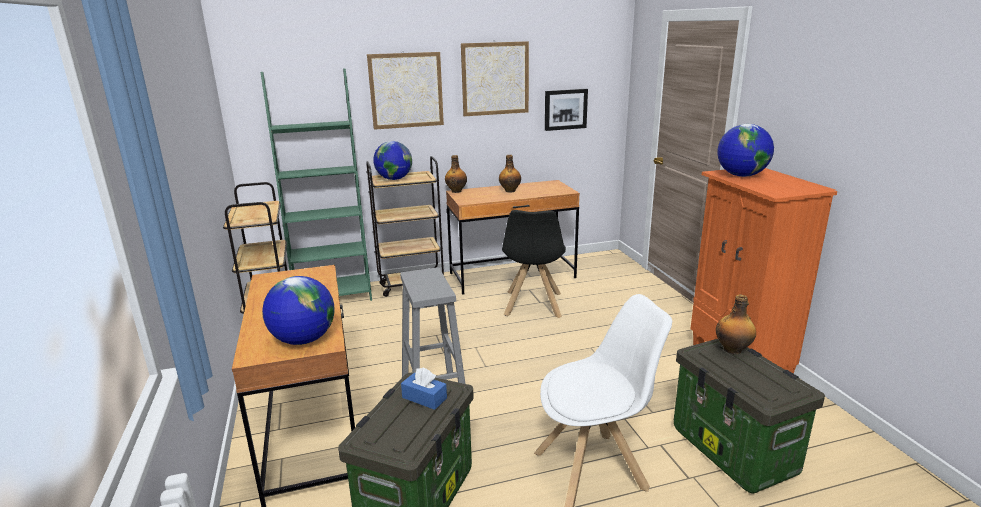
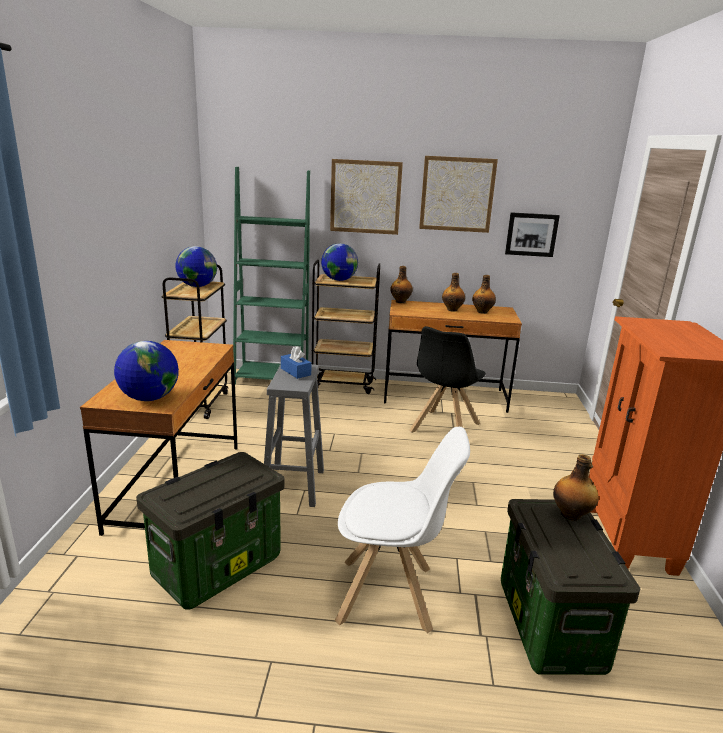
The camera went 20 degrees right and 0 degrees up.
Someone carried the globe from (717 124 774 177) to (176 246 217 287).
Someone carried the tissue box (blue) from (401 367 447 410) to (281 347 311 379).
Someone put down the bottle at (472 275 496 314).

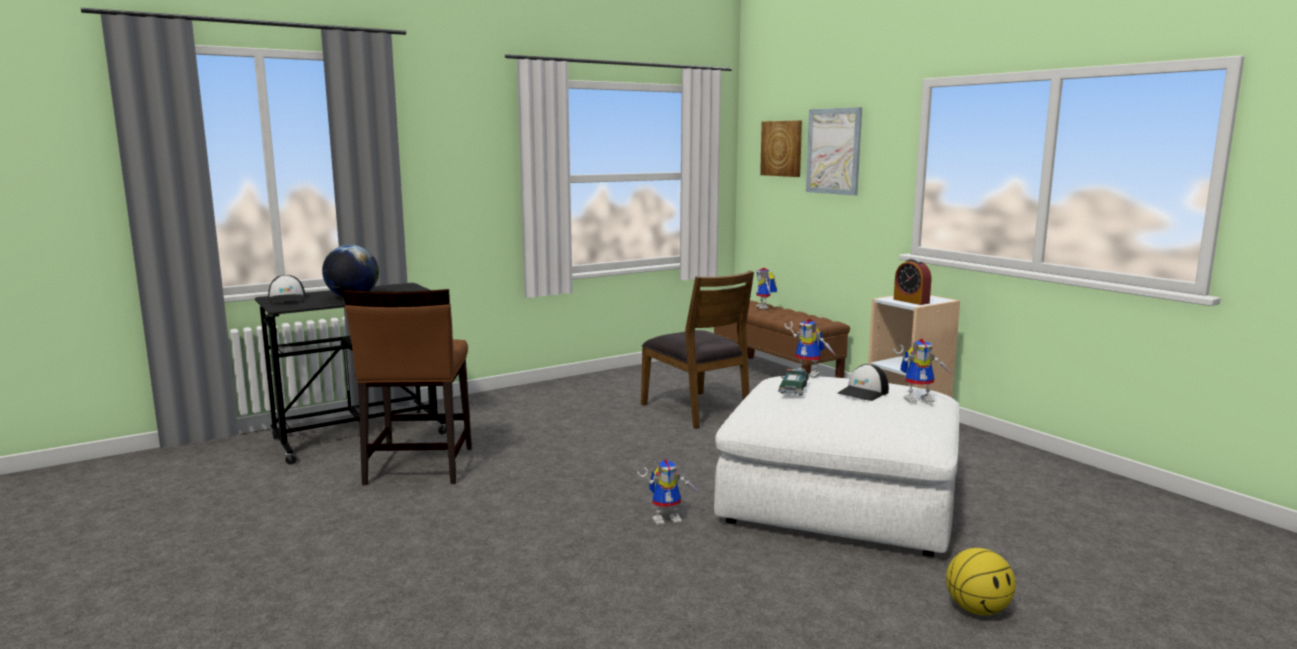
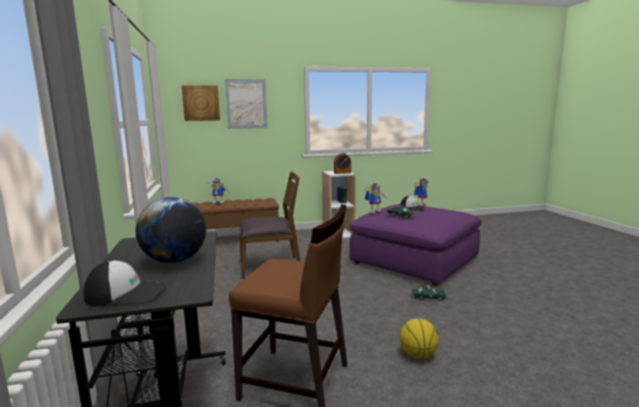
The camera went 70 degrees left and 0 degrees up.
Someone repainted the ottoman (white) at (714 376 960 557), which became the ottoman (purple) at (349 204 481 286).
Someone swapped the toy robot at (637 460 700 525) for the toy car at (412 285 447 301).
Someone carried the basketball from (946 548 1016 615) to (400 318 439 359).

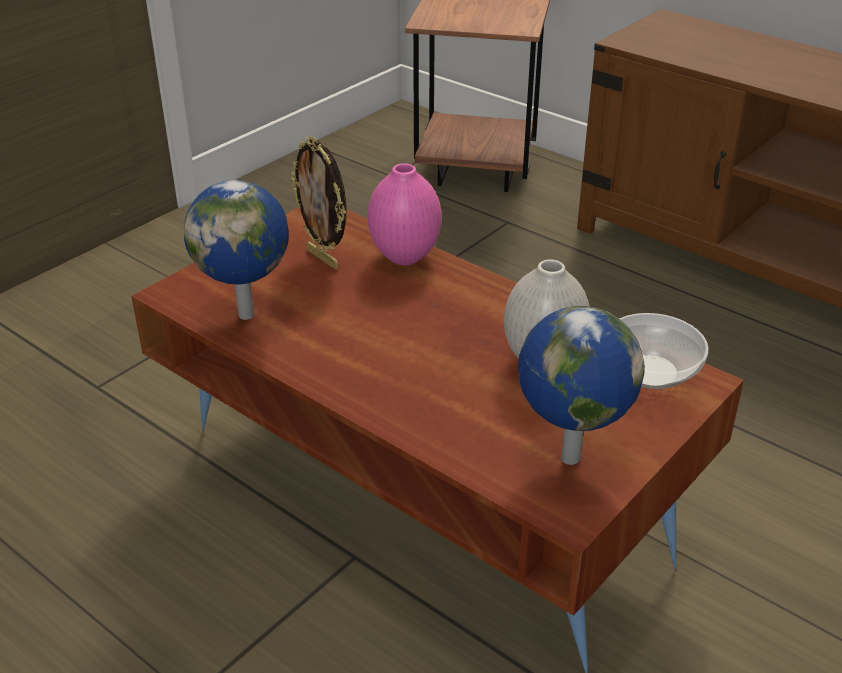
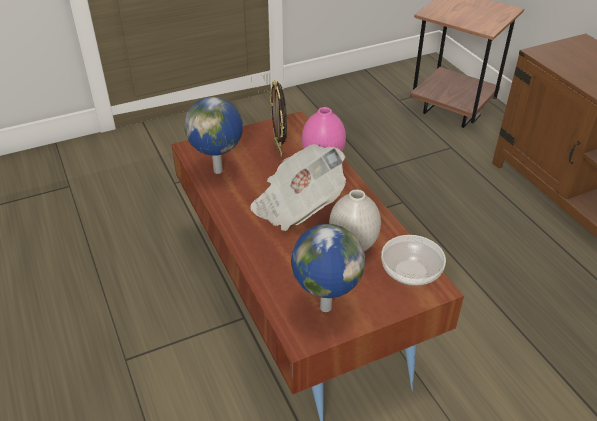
The camera went 25 degrees right and 5 degrees up.
Someone put down the newspaper at (251 144 346 231).

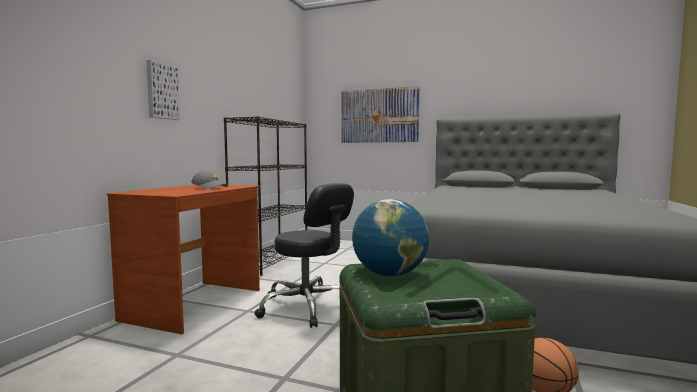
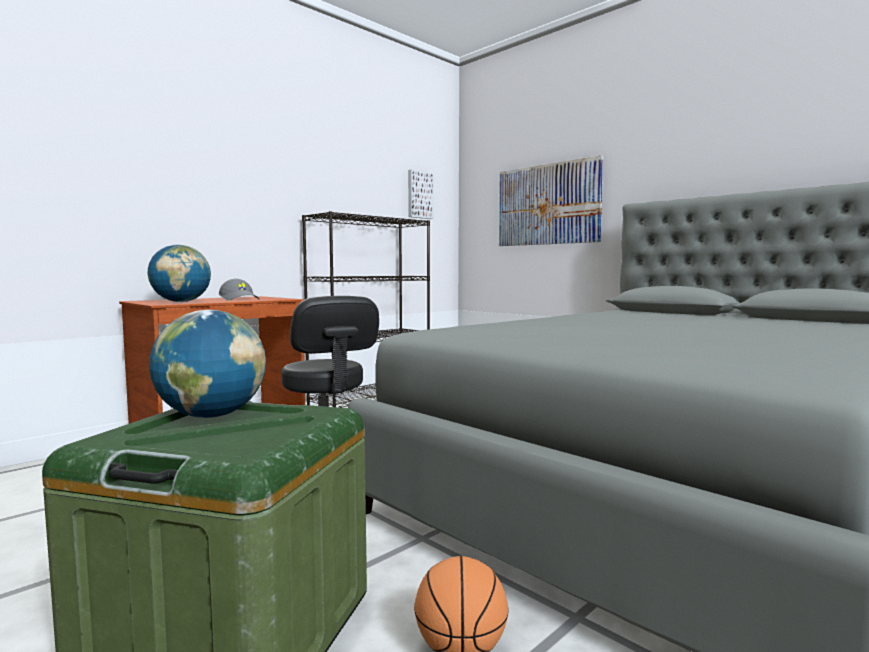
The camera went 25 degrees right and 0 degrees up.
Someone carried the picture from (146 60 181 120) to (408 169 433 219).
Someone put down the globe at (147 244 211 302).

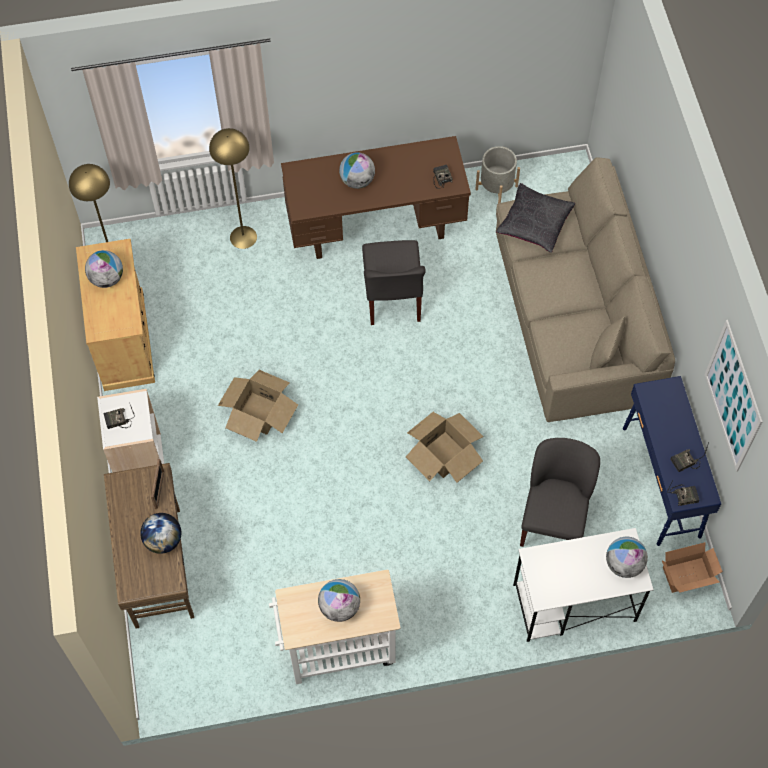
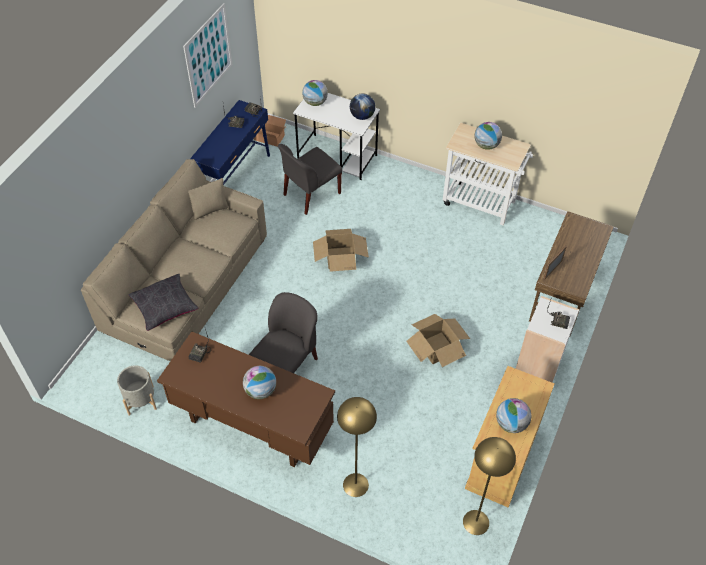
The camera went 145 degrees left and 10 degrees down.
Someone carried the globe from (140 513 181 554) to (350 93 376 120).

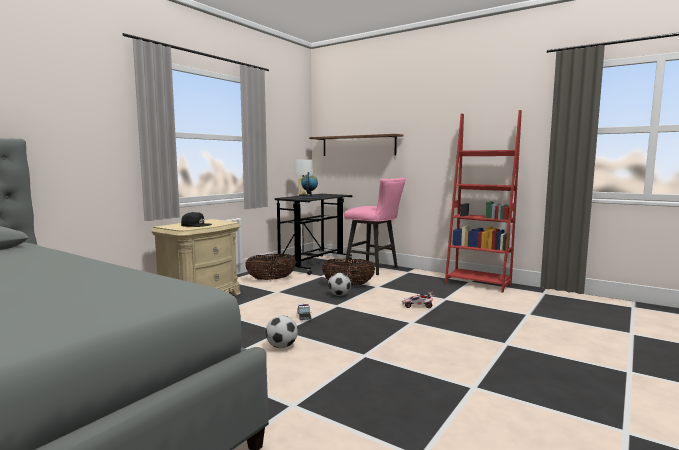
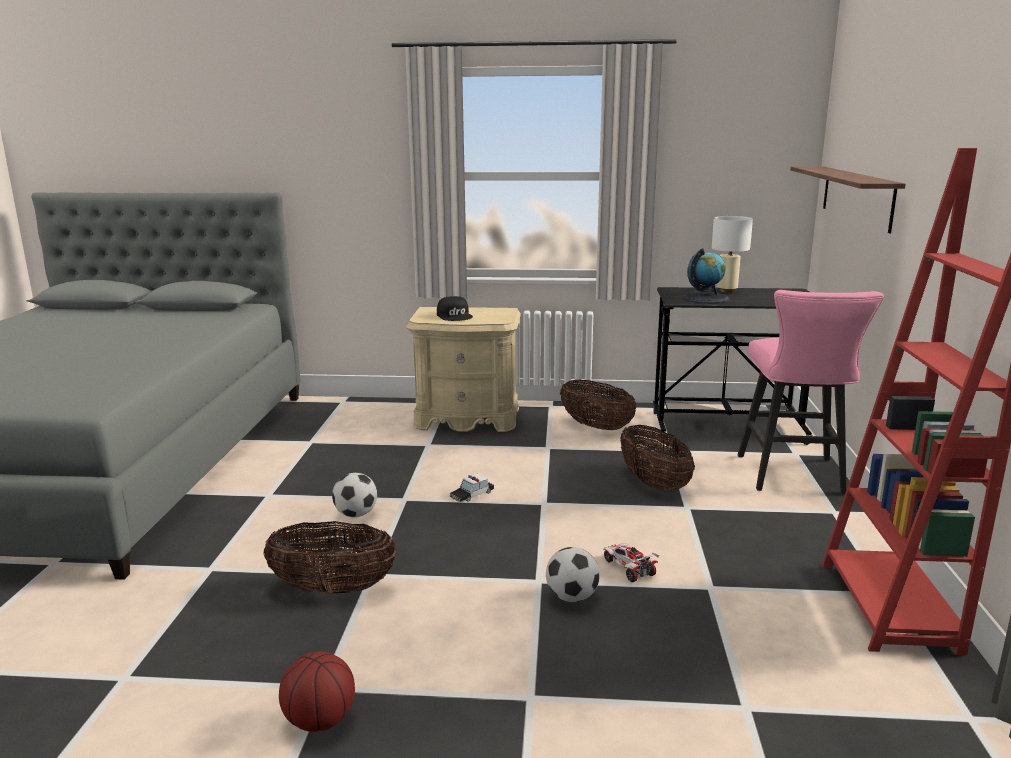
The camera went 60 degrees right and 10 degrees up.
Someone carried the football from (328 273 351 296) to (546 547 600 602).
Someone put down the basket at (263 521 397 594).
Someone put down the basketball at (279 652 355 732).

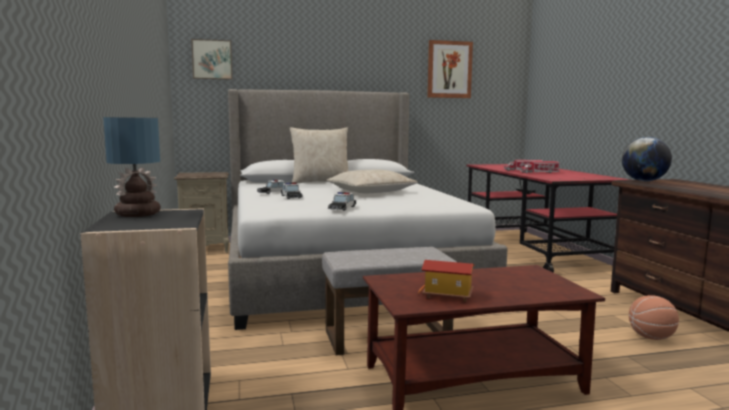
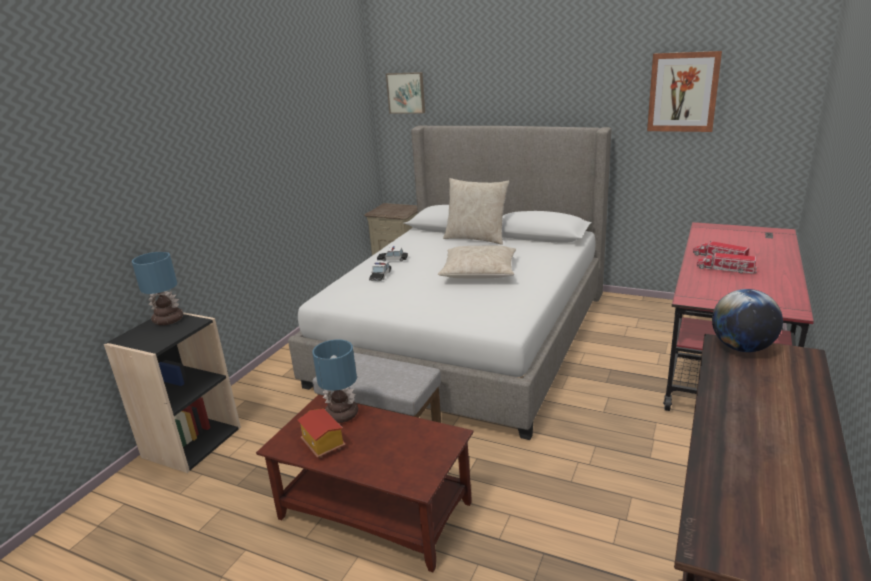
The camera went 40 degrees right and 15 degrees up.
Someone took away the toy car at (328 192 356 211).
Someone took away the basketball at (629 295 679 340).
Someone put down the table lamp at (312 339 358 423).

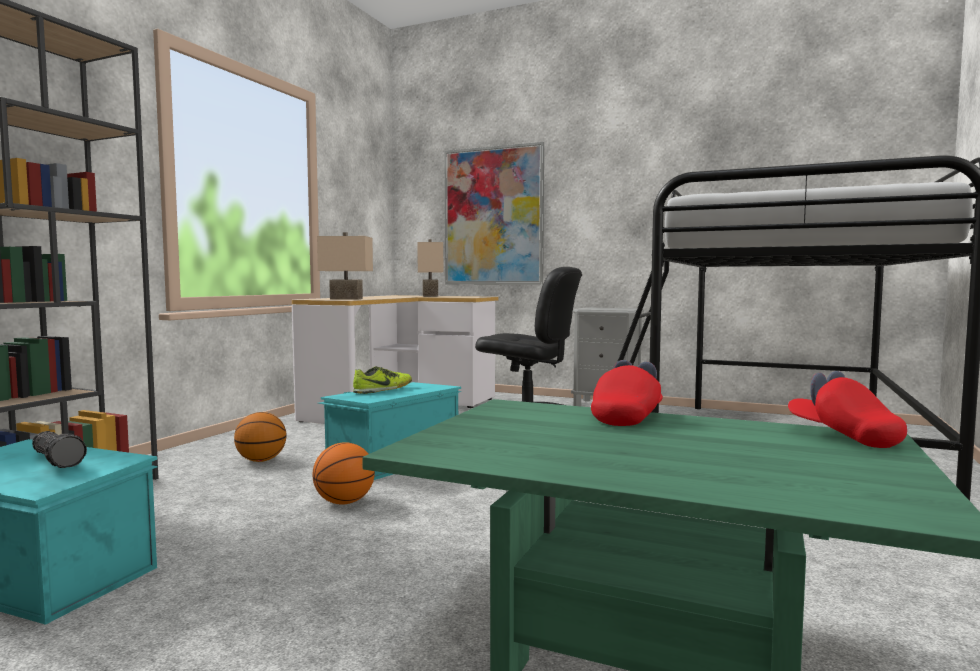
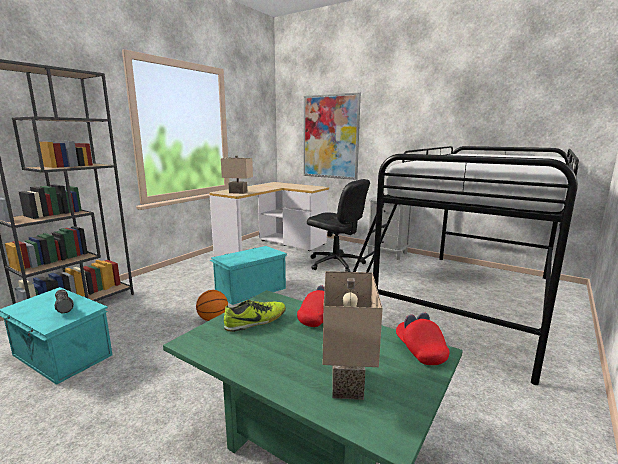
The camera went 10 degrees right and 10 degrees up.
Someone carried the table lamp (beige) from (417 239 443 297) to (323 271 383 400).
Someone carried the shoe from (353 366 412 394) to (224 300 286 332).
Someone took away the basketball at (234 412 287 462).

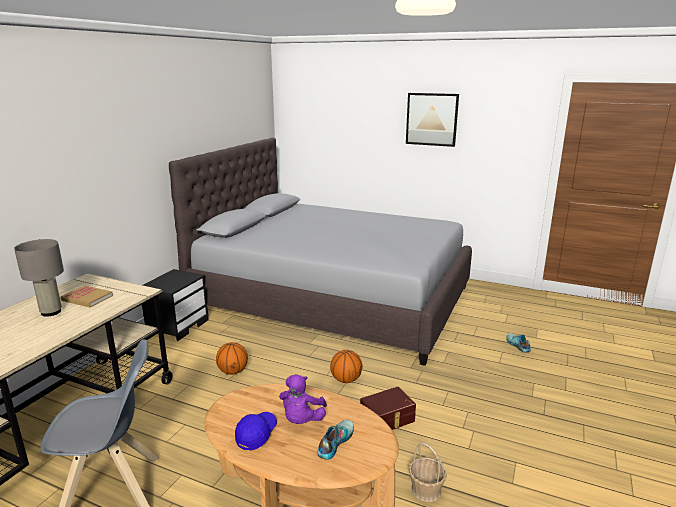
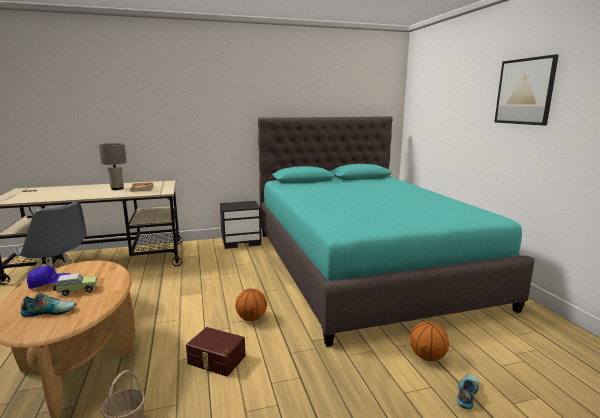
The camera went 50 degrees right and 5 degrees down.
Someone repainted the bed (grey) at (169 138 472 366), which became the bed (turquoise) at (258 116 535 347).
Someone carried the basketball from (216 342 248 375) to (410 321 449 361).
Someone swapped the plush toy (purple) at (279 374 327 424) for the toy car at (53 273 98 296).

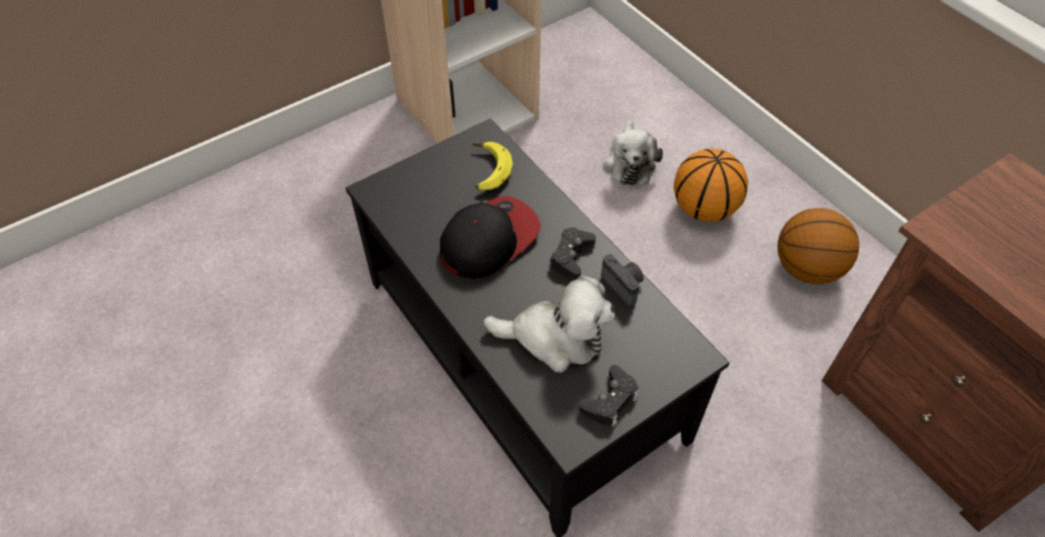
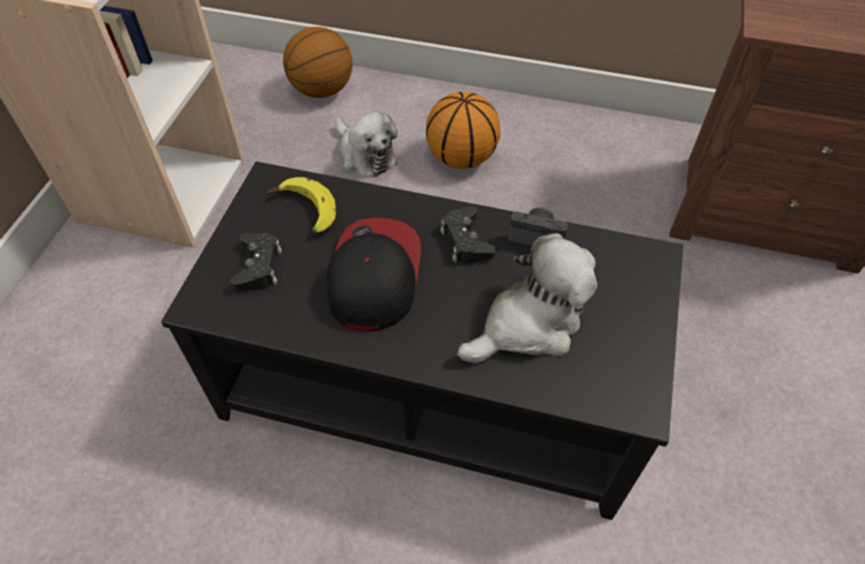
The camera went 40 degrees left and 0 degrees up.
Someone carried the basketball from (778 208 859 284) to (283 27 352 98).
Someone carried the game controller (black) from (579 365 639 427) to (230 233 282 291).

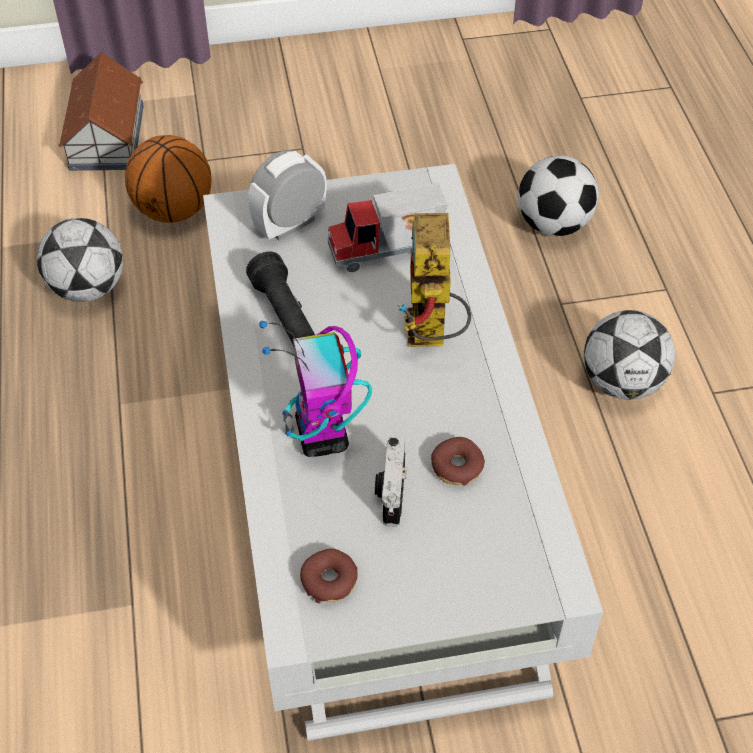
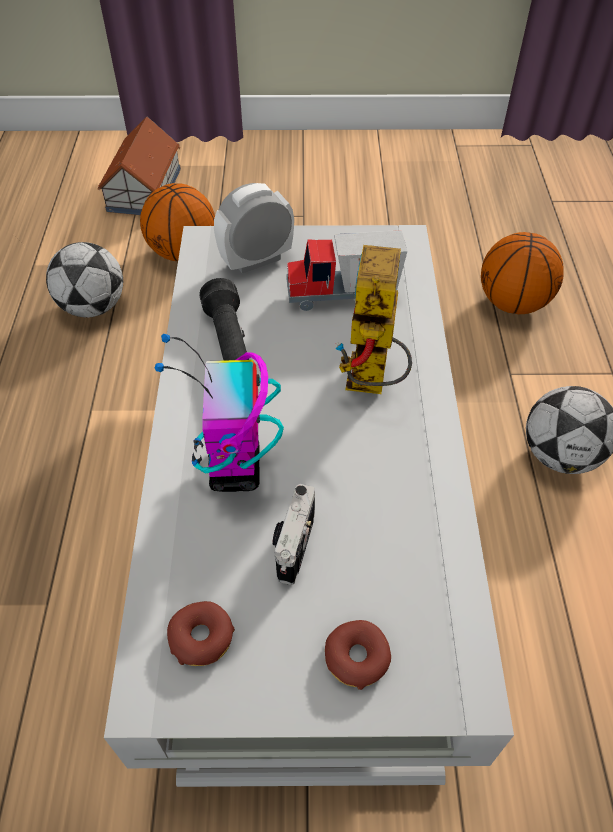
The camera went 10 degrees right and 0 degrees up.
Someone swapped the football at (518 156 599 236) for the basketball at (481 232 564 314).
Someone carried the donut from (431 437 485 486) to (325 620 391 690).

